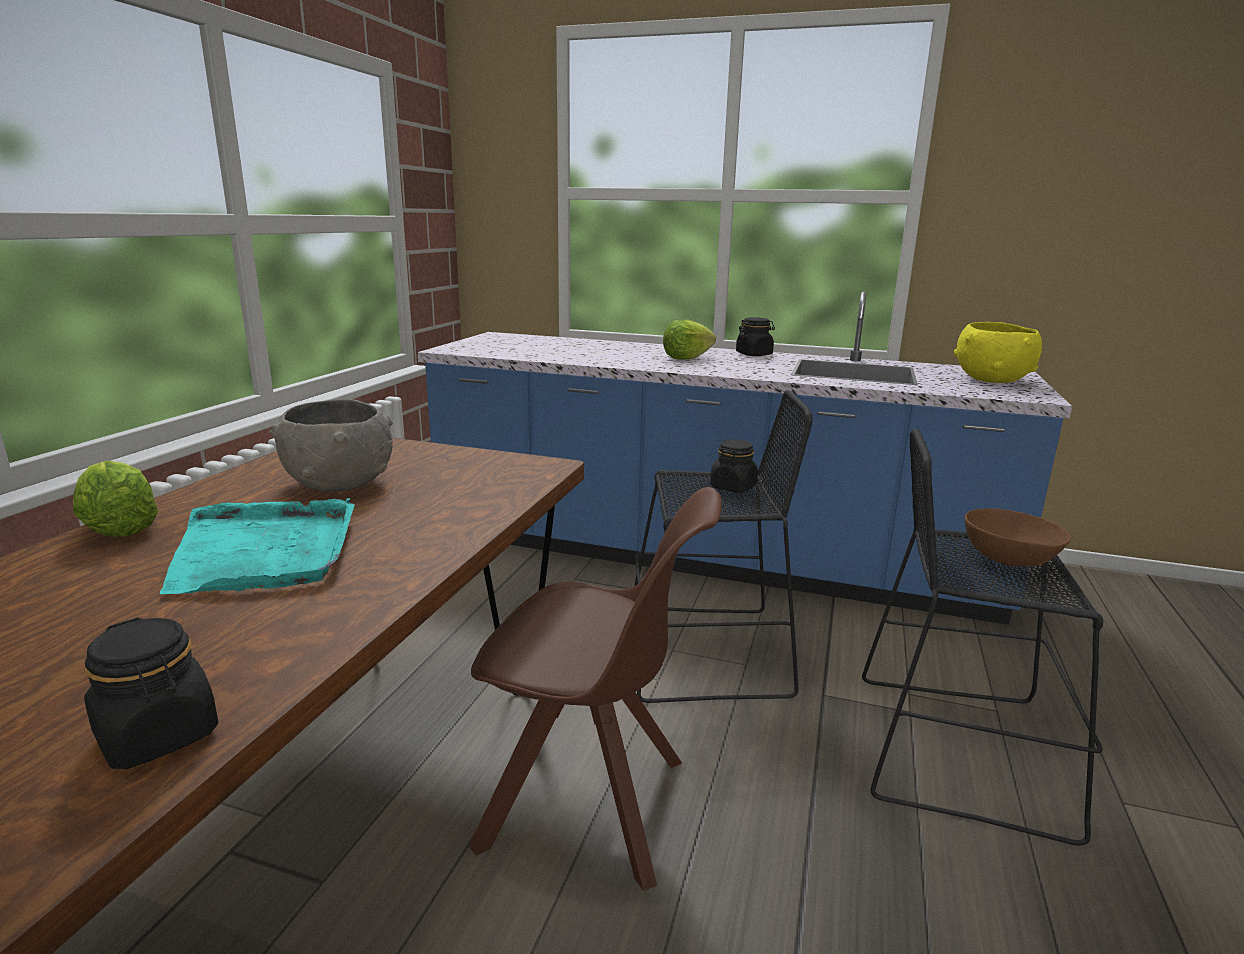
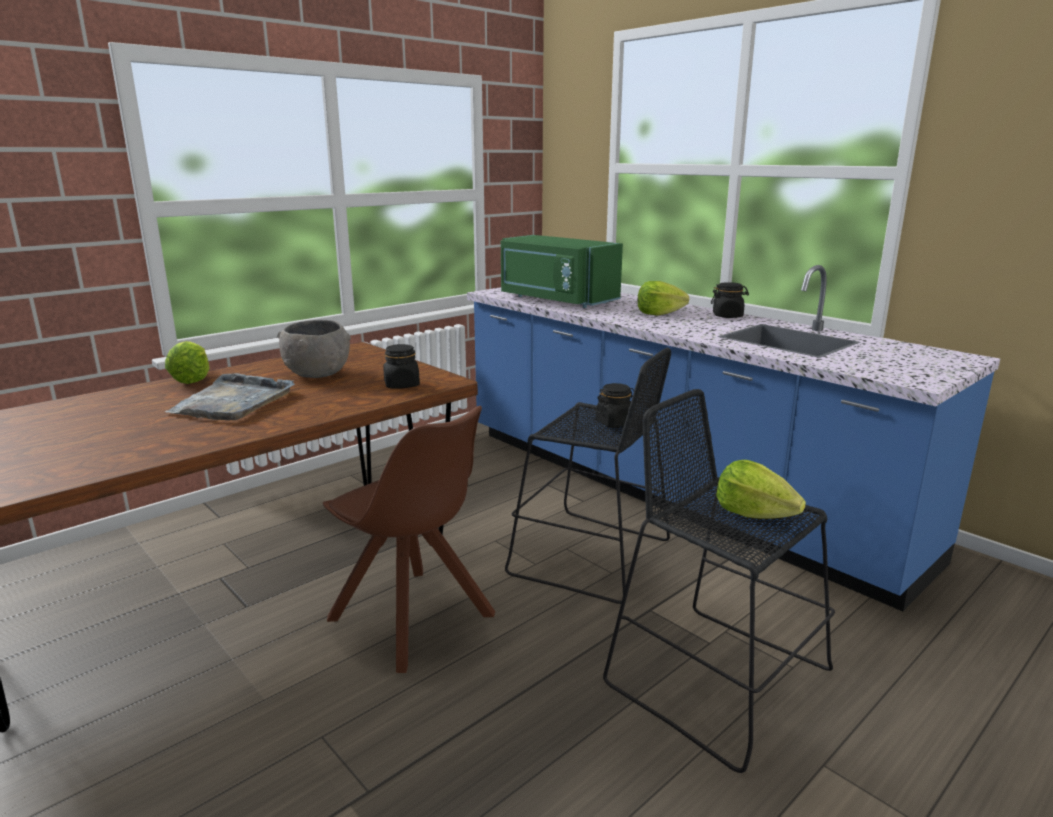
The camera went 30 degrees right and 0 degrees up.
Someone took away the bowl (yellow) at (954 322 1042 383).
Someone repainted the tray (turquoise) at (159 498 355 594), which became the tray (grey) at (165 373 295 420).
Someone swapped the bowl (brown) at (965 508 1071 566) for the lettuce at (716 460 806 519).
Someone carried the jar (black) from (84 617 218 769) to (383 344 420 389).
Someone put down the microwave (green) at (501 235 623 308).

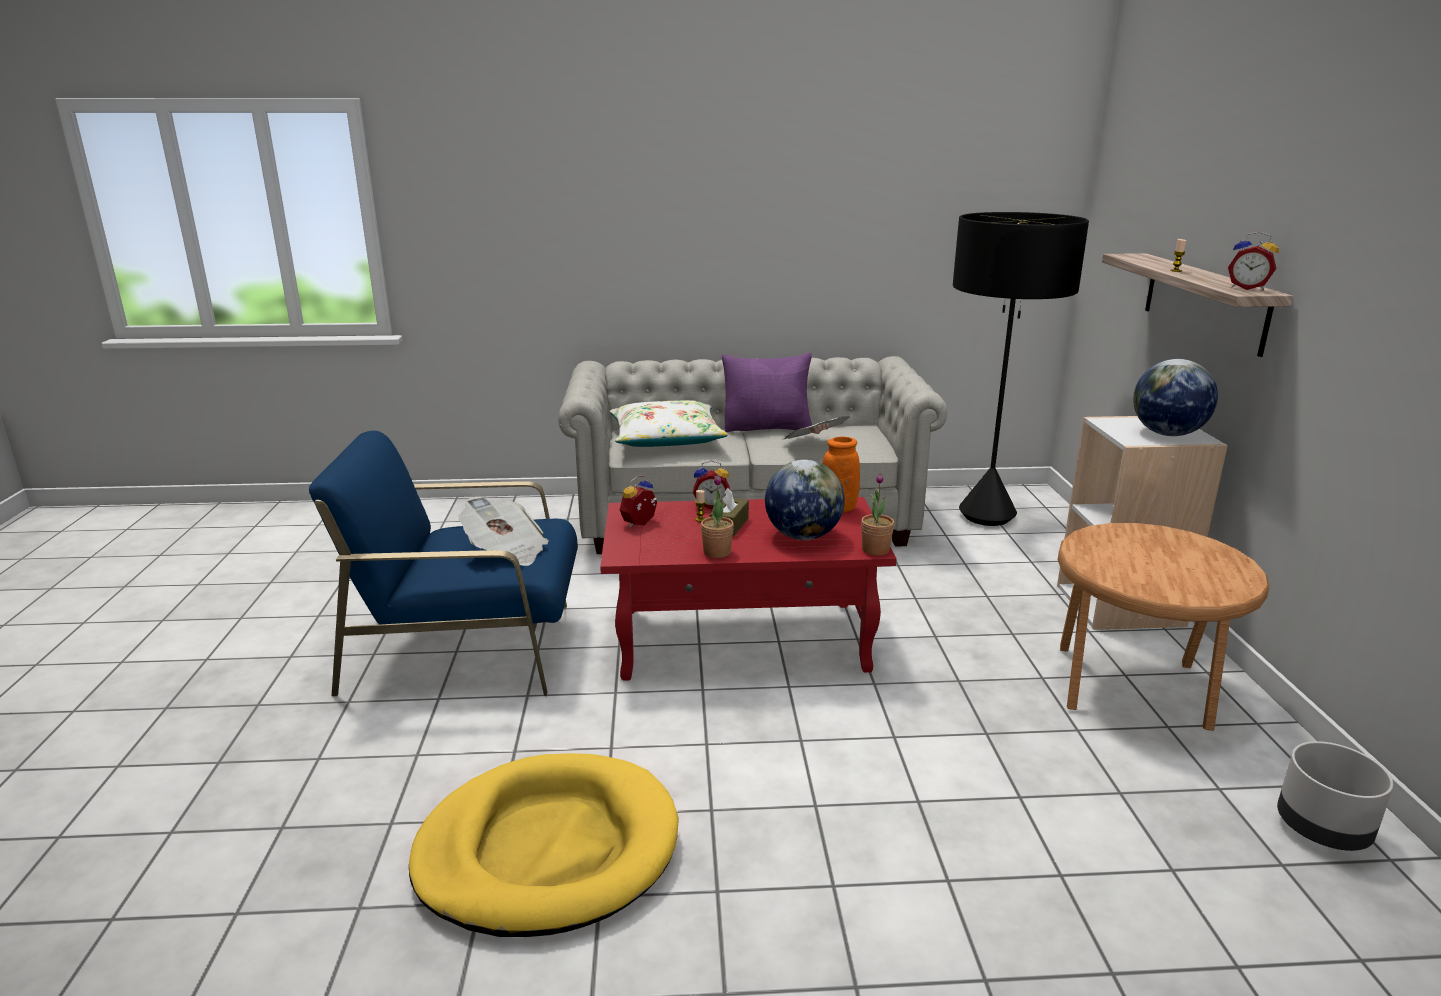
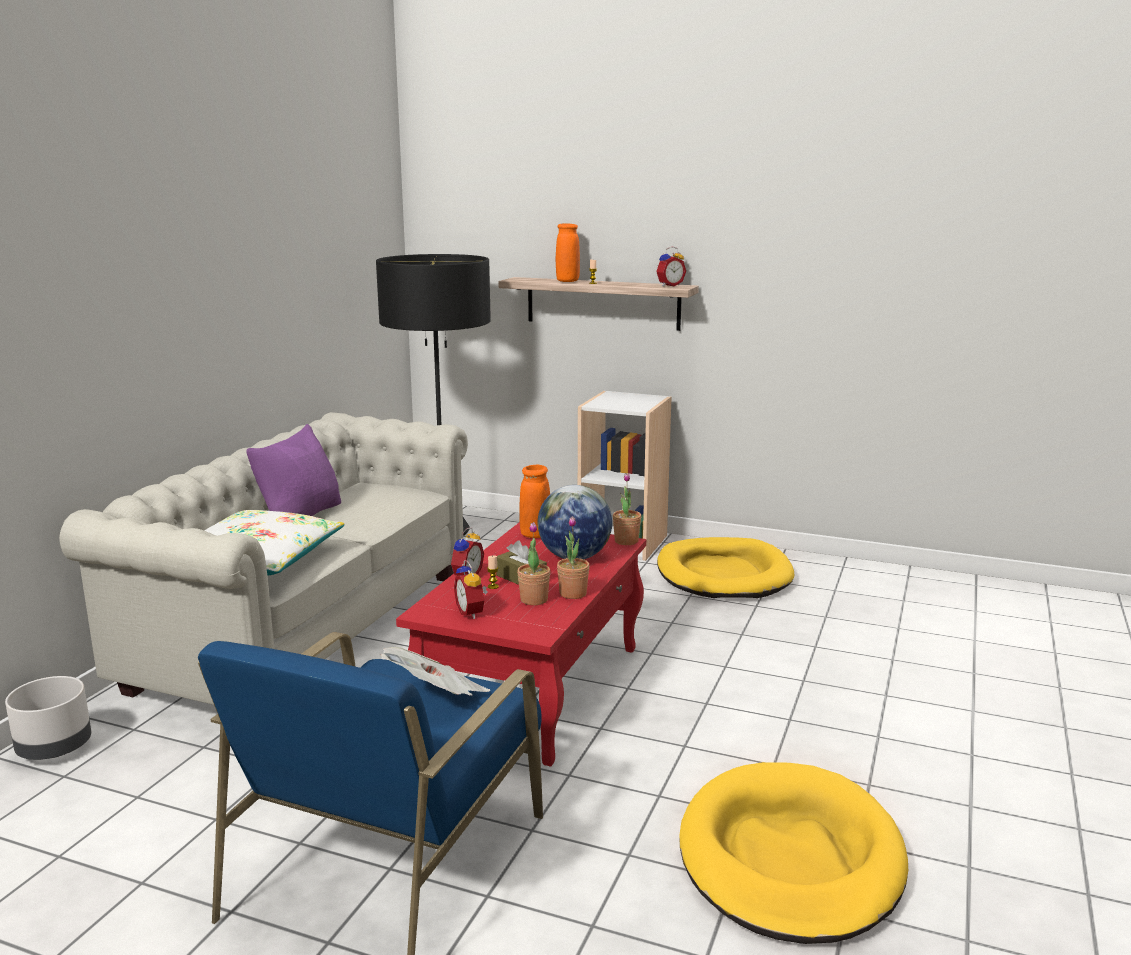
The camera went 65 degrees left and 5 degrees down.
Someone took away the globe at (1133 359 1218 436).
Someone took away the newspaper at (784 416 850 439).
Someone swapped the side table (brown) at (1058 523 1269 731) for the dog bed (yellow) at (657 537 794 598).
Someone carried the planter (grey) from (1277 741 1394 851) to (5 676 91 760).
Someone put down the vase (orange) at (556 223 580 282).
Someone put down the potted plant at (517 522 550 605).

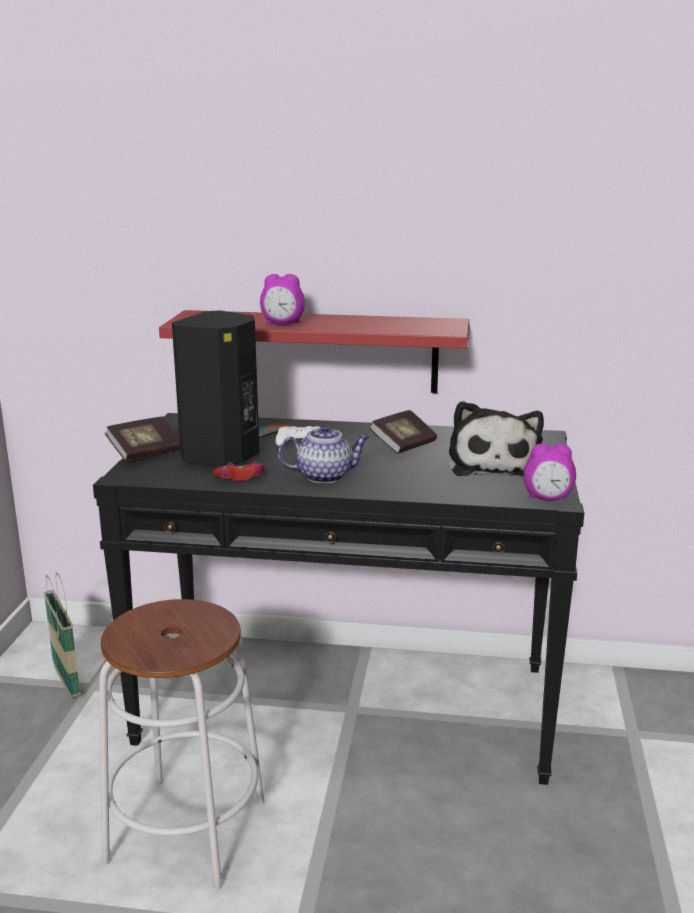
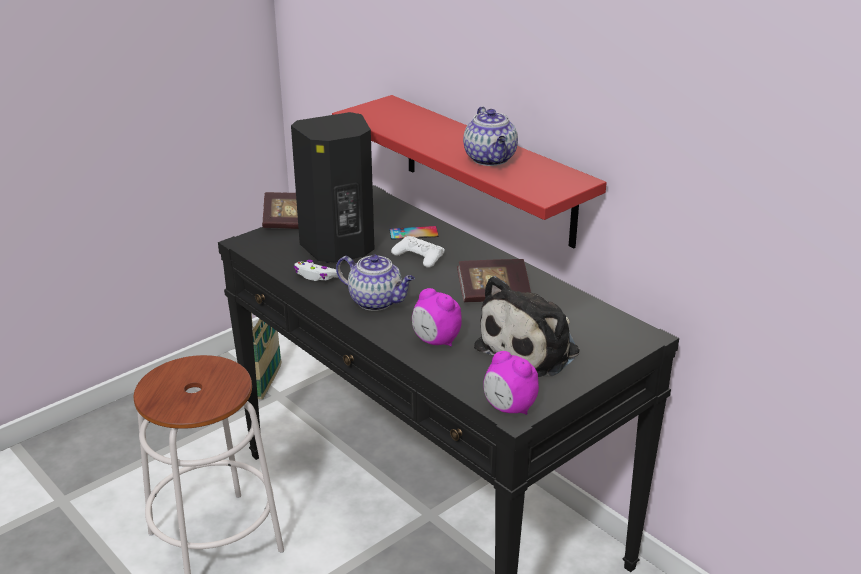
The camera went 40 degrees right and 10 degrees up.
Someone carried the alarm clock from (260 274 305 325) to (412 288 462 347).
Someone repainted the game controller (red) at (213 461 265 481), which became the game controller (white) at (294 260 343 281).
Someone put down the teapot at (463 107 518 166).

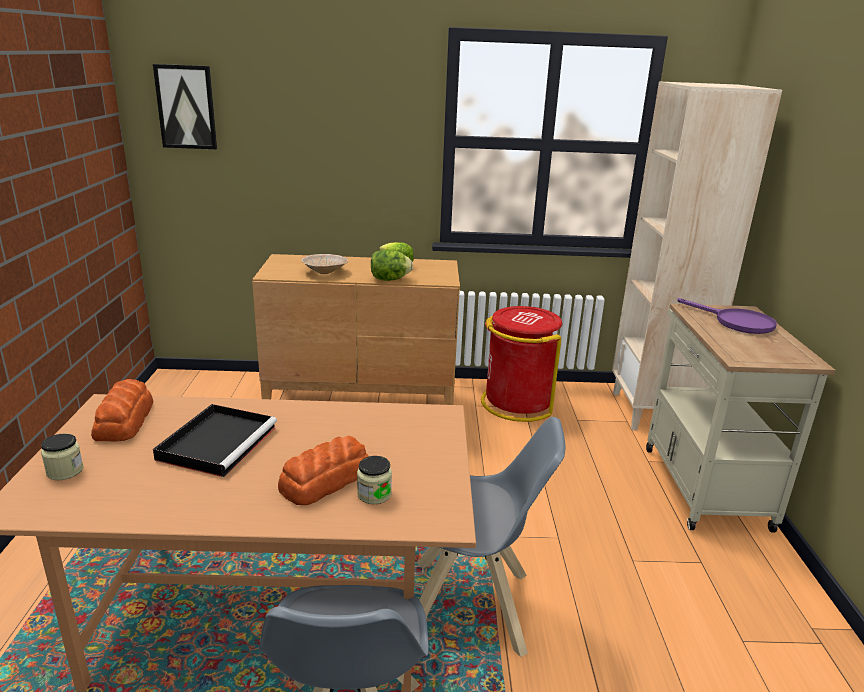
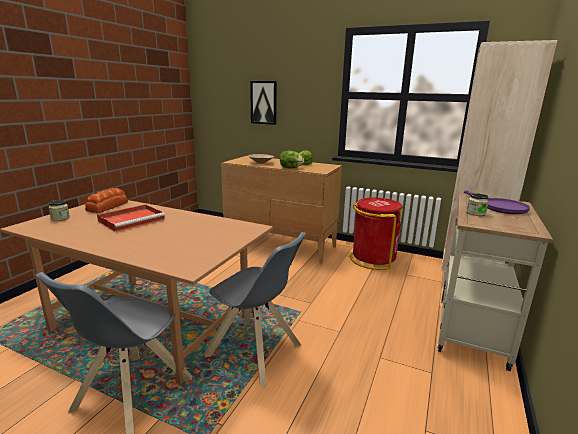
The camera went 25 degrees right and 5 degrees down.
Someone carried the picture from (153 64 217 149) to (250 81 277 125).
Someone repainted the tray (black) at (153 404 277 477), which became the tray (red) at (97 204 165 232).
Someone took away the bread at (278 436 369 505).
Someone carried the jar from (357 456 392 504) to (466 193 489 216).

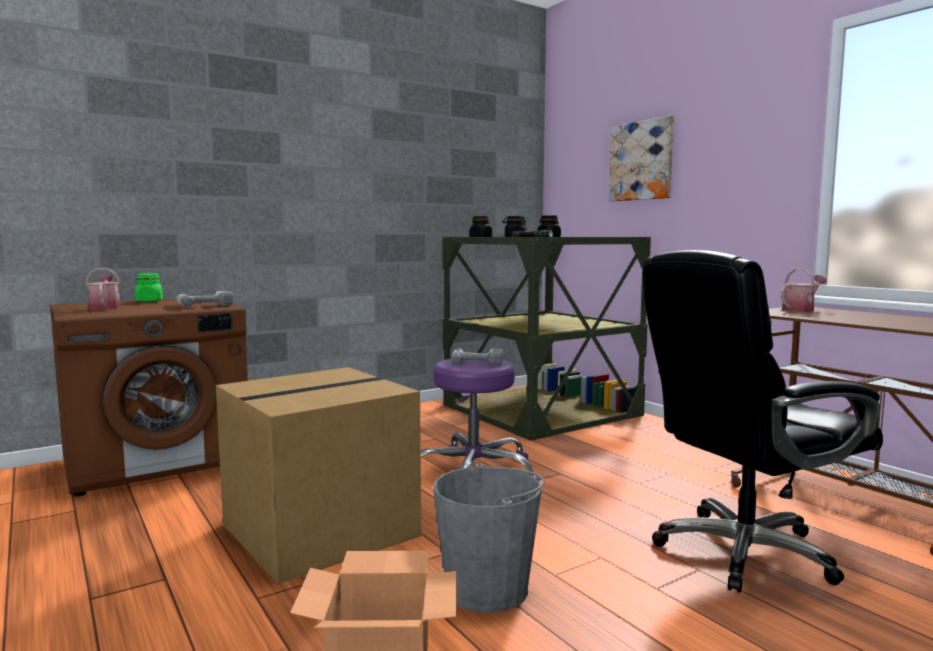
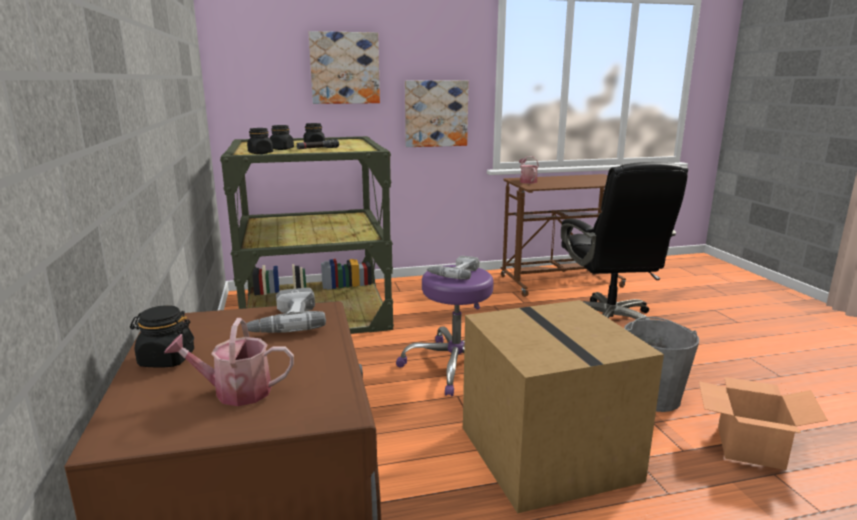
The camera went 70 degrees left and 10 degrees up.
Someone repainted the jar (green) at (135 273 163 302), which became the jar (black) at (130 305 194 368).
Someone put up the picture at (405 81 469 147).

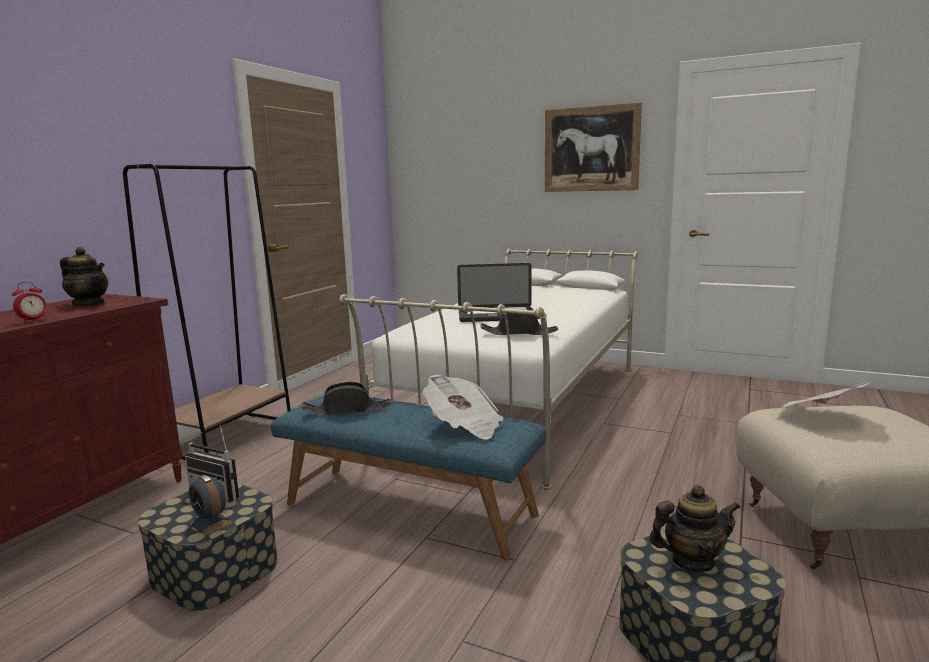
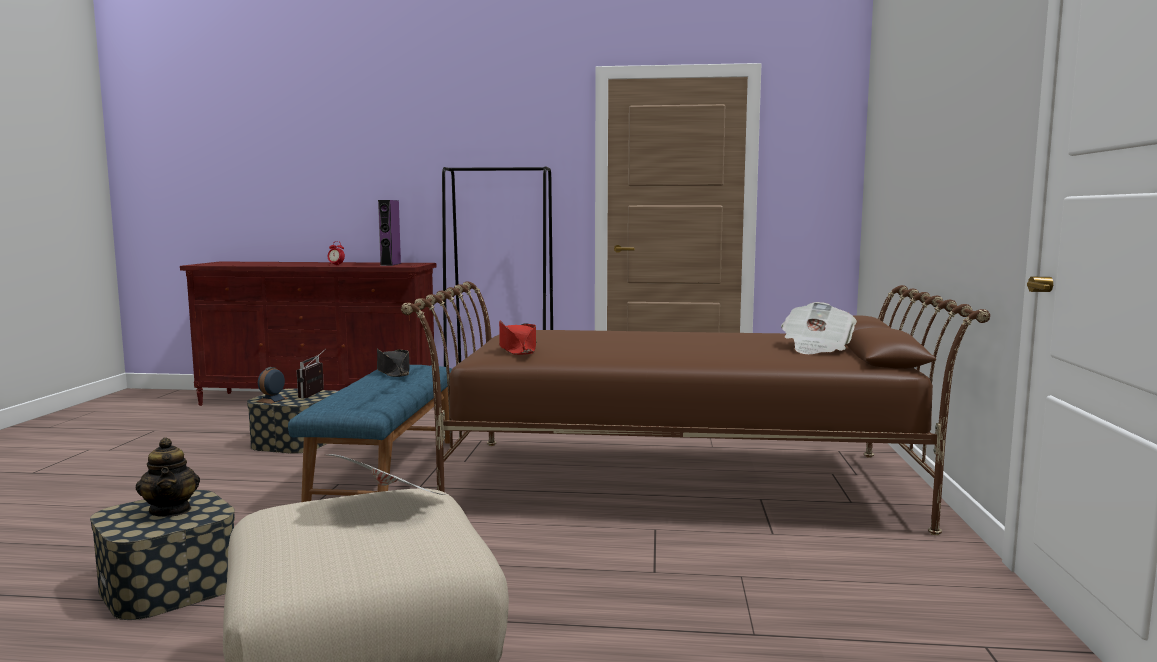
The camera went 70 degrees right and 5 degrees down.
Someone took away the picture at (545 102 642 192).
Someone swapped the teapot at (60 247 109 306) for the speaker (purple) at (378 200 401 266).
Someone repainted the bed (white) at (339 248 638 490), which became the bed (brown) at (401 281 990 535).
Someone took away the laptop at (457 263 534 322).
Someone repainted the hat (black) at (480 313 558 335), which became the hat (red) at (499 320 537 355).
Someone carried the newspaper from (423 375 504 440) to (781 302 857 354).

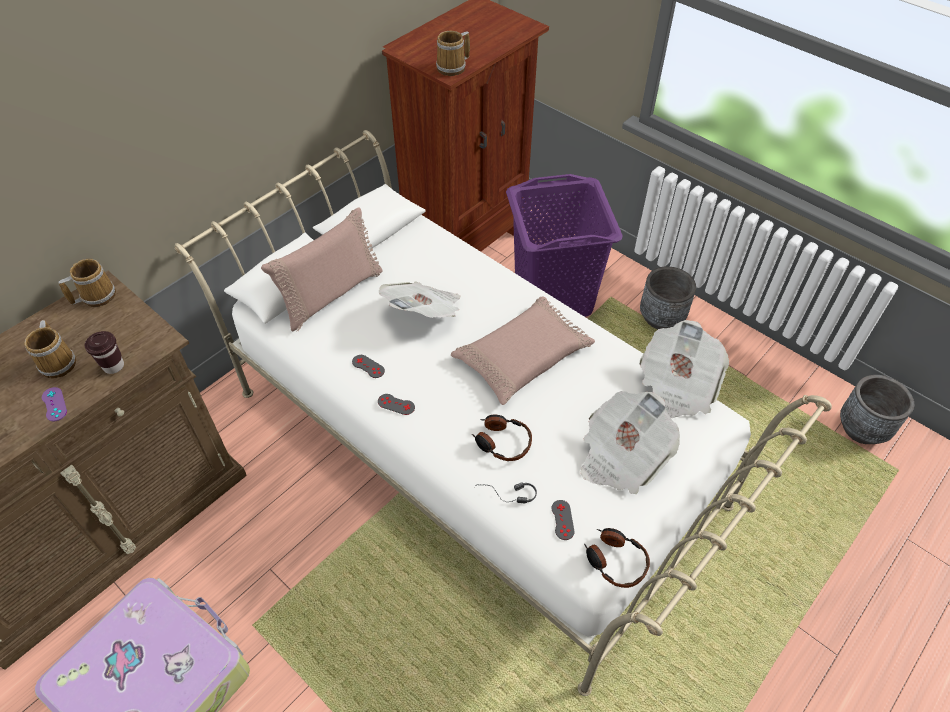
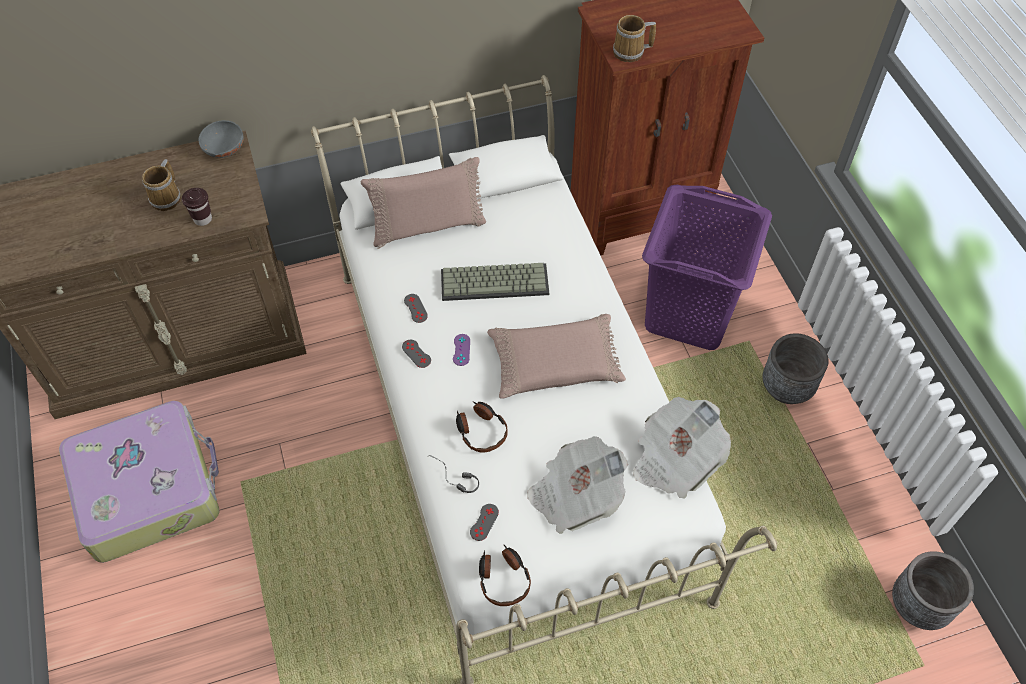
The camera went 30 degrees right and 5 degrees up.
Someone swapped the mug at (58 259 116 307) for the bowl (grey) at (199 120 243 158).
Someone swapped the newspaper at (379 282 461 318) for the keyboard at (441 263 549 301).
Someone carried the game controller (purple) from (42 387 67 422) to (453 334 470 366).

